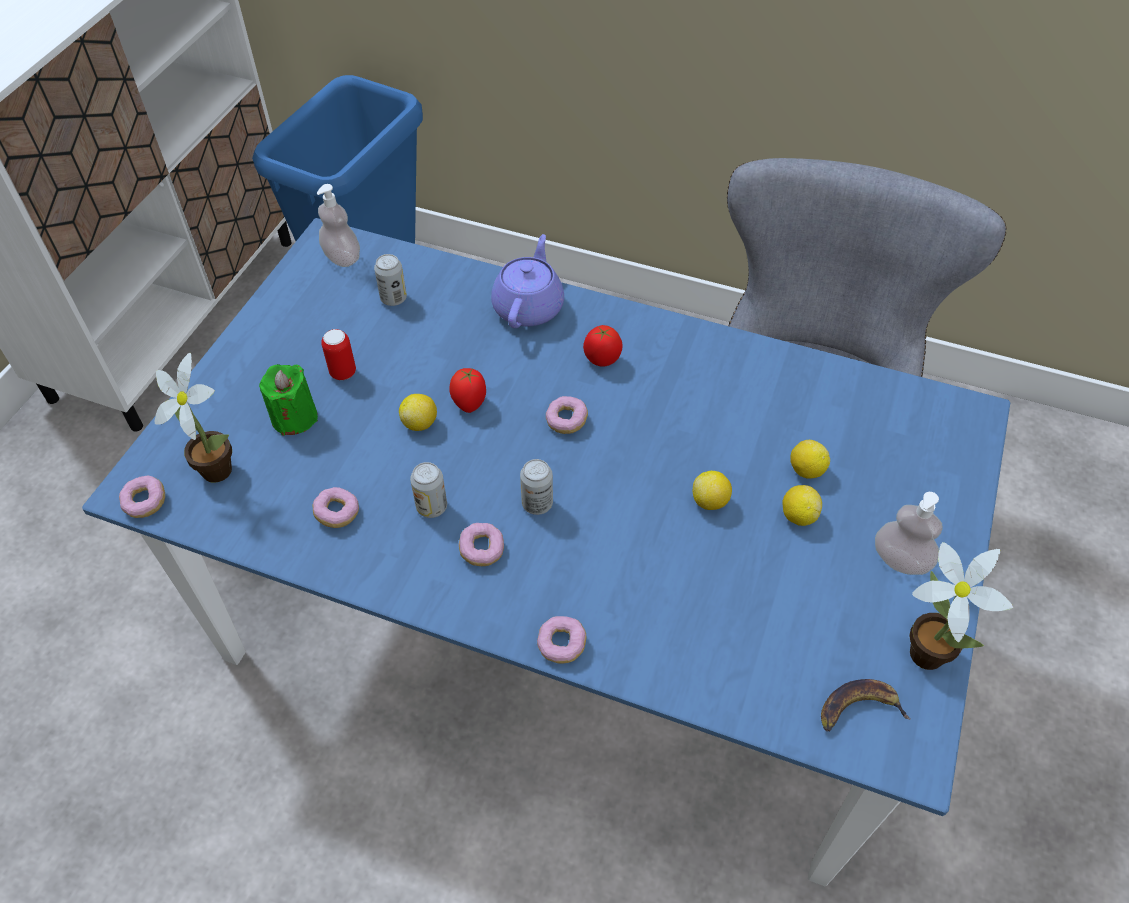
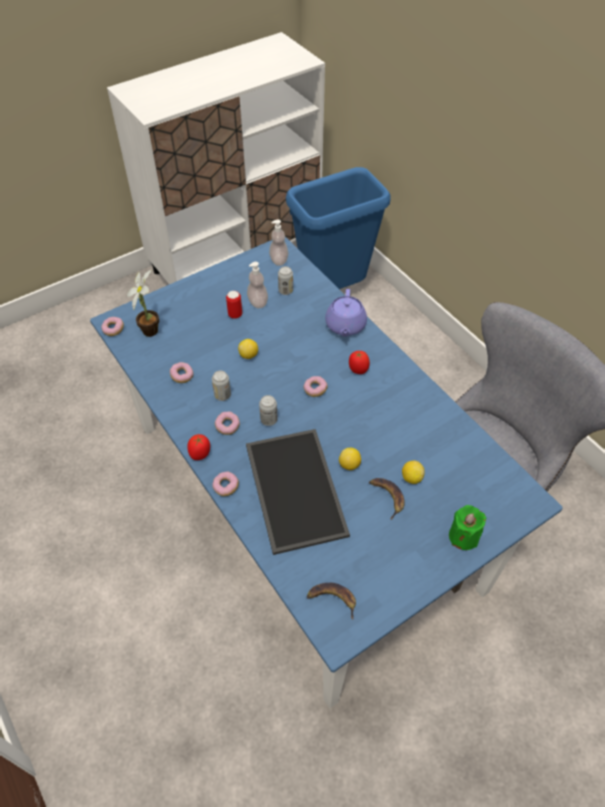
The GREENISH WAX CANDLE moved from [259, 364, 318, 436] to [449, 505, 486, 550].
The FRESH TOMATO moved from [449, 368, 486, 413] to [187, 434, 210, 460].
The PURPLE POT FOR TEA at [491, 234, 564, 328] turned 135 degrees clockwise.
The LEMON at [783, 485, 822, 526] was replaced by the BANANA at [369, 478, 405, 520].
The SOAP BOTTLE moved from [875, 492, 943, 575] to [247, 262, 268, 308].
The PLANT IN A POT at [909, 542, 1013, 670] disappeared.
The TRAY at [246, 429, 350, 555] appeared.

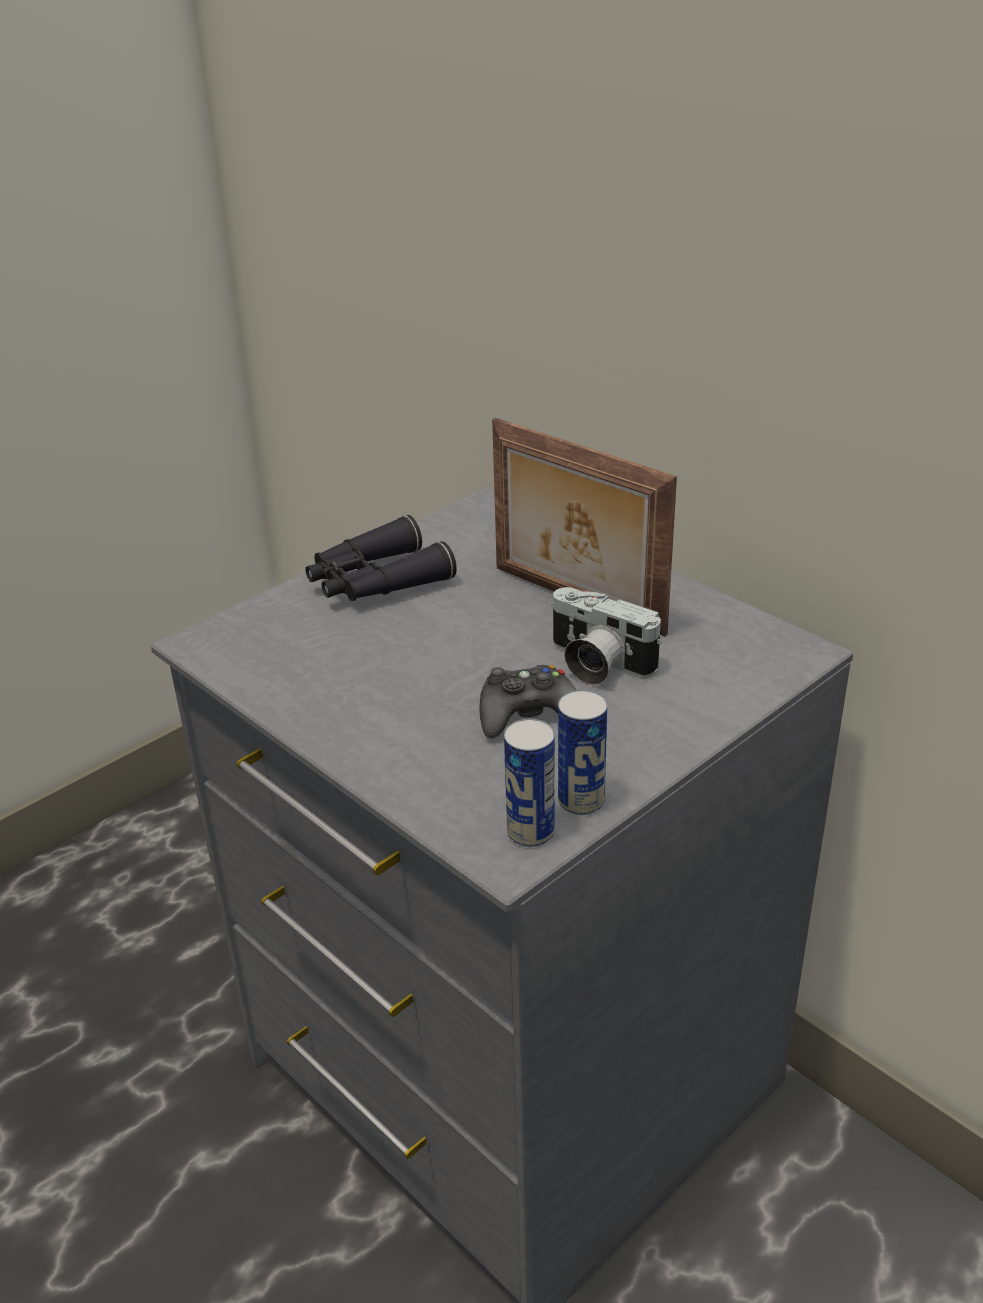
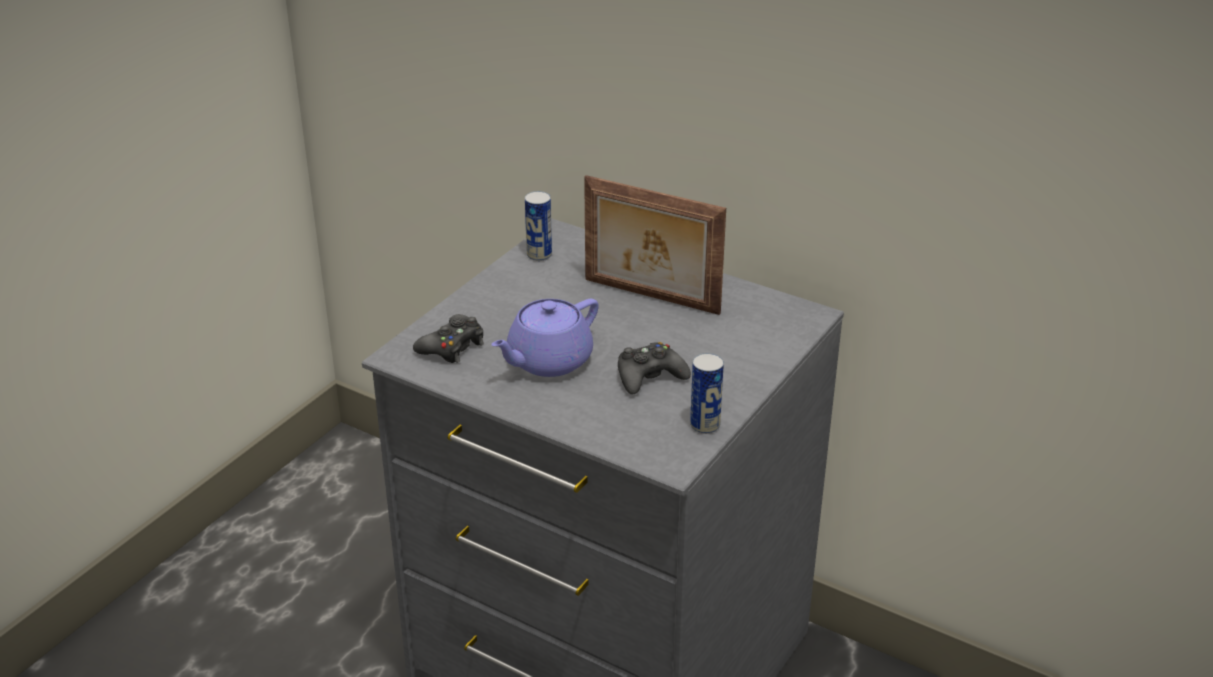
The BLACKISH PAIR OF BINOCULARS at [305, 515, 457, 601] disappeared.
The SEALED CAN moved from [504, 719, 555, 847] to [525, 191, 552, 261].
The PHOTO CAMERA at [551, 587, 662, 685] disappeared.
The BLACKISH GAMEPAD at [413, 314, 484, 363] appeared.
The PURPLE POT FOR TEA at [491, 299, 599, 377] appeared.

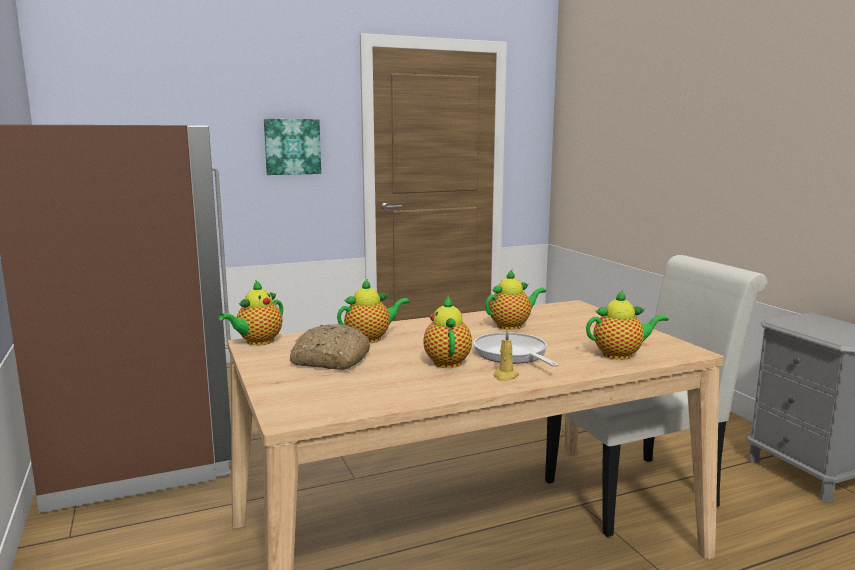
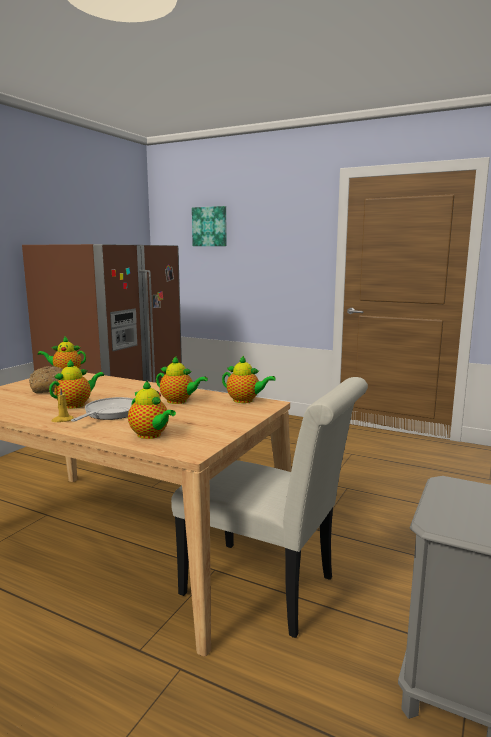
The PICTURE moved from [264, 119, 321, 175] to [192, 206, 227, 246].
The POT FOR TEA moved from [337, 279, 409, 343] to [222, 356, 276, 403].

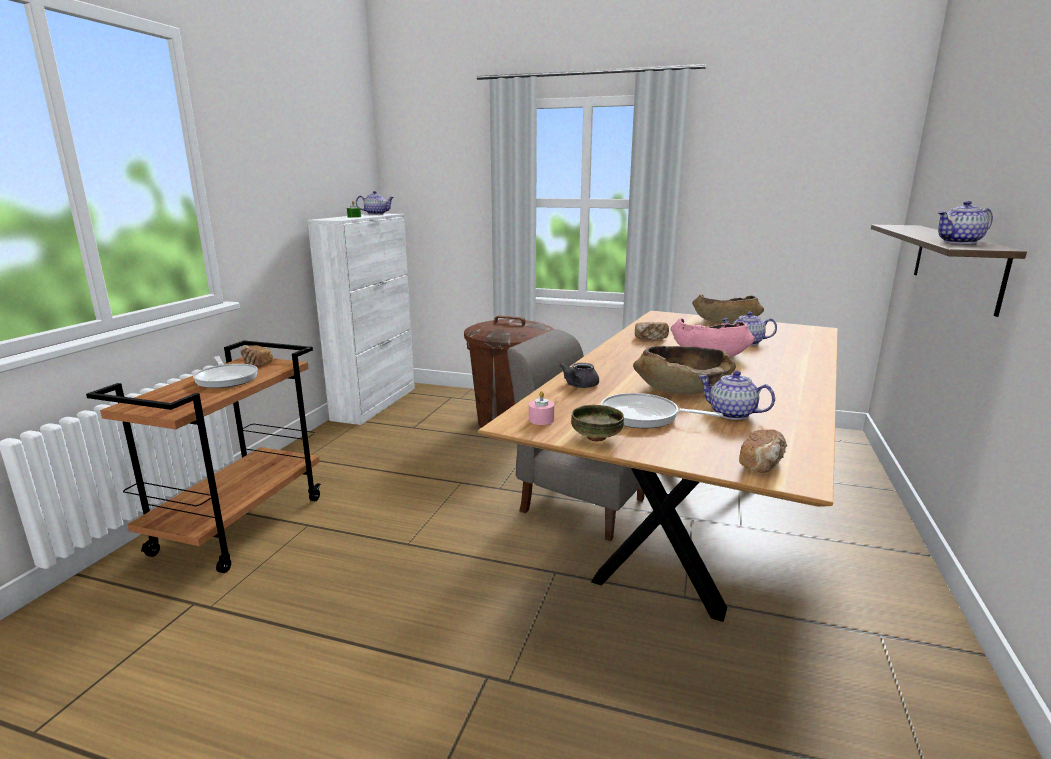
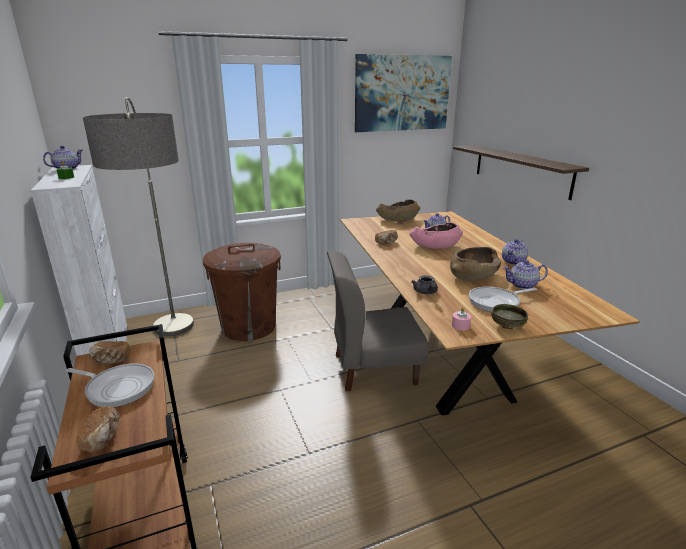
The BAKERY BREAD moved from [739, 429, 788, 473] to [77, 406, 120, 452].
The POT FOR TEA moved from [937, 201, 993, 244] to [502, 239, 528, 265].
The STANDARD LAMP at [83, 97, 194, 336] appeared.
The PICTURE at [355, 54, 452, 132] appeared.

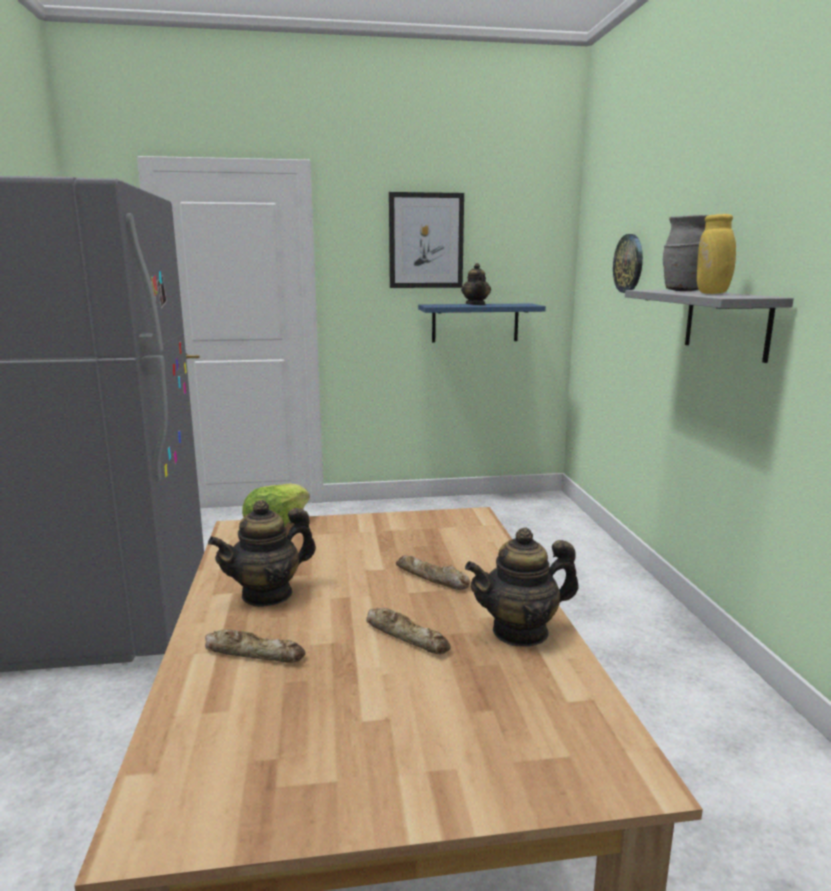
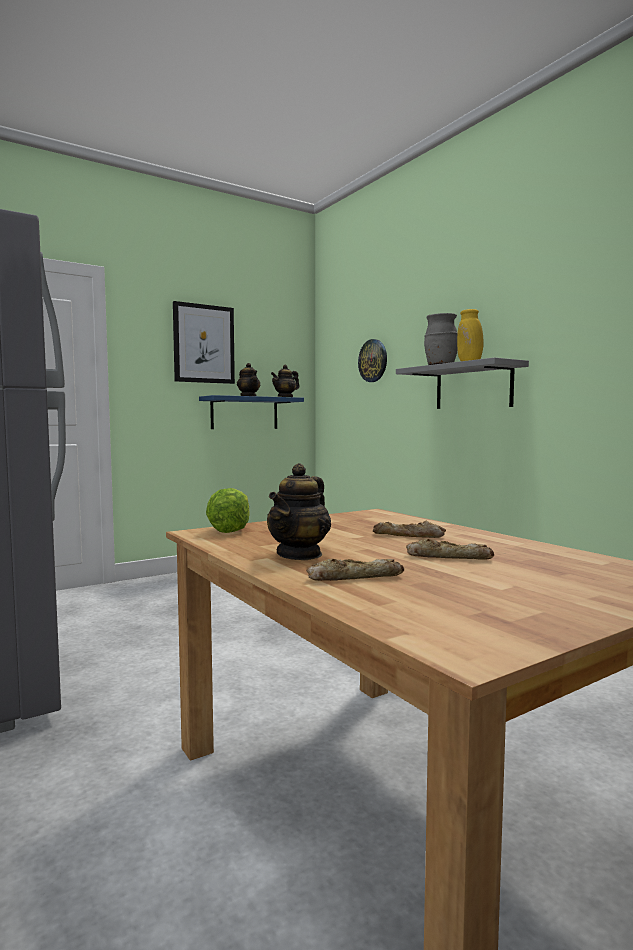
The POT FOR TEA moved from [465, 527, 579, 647] to [271, 365, 300, 397].

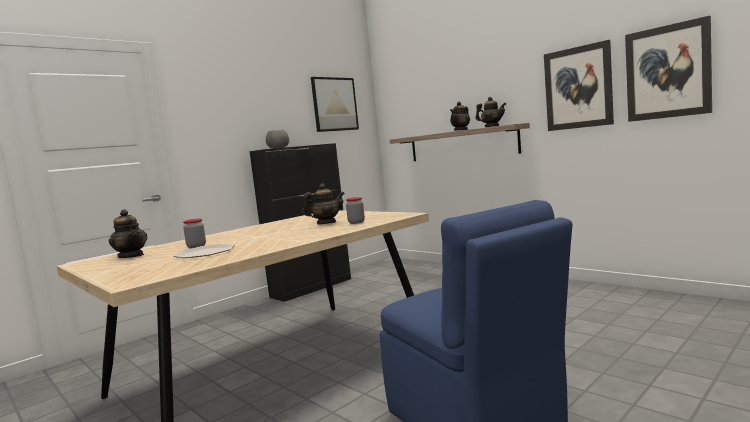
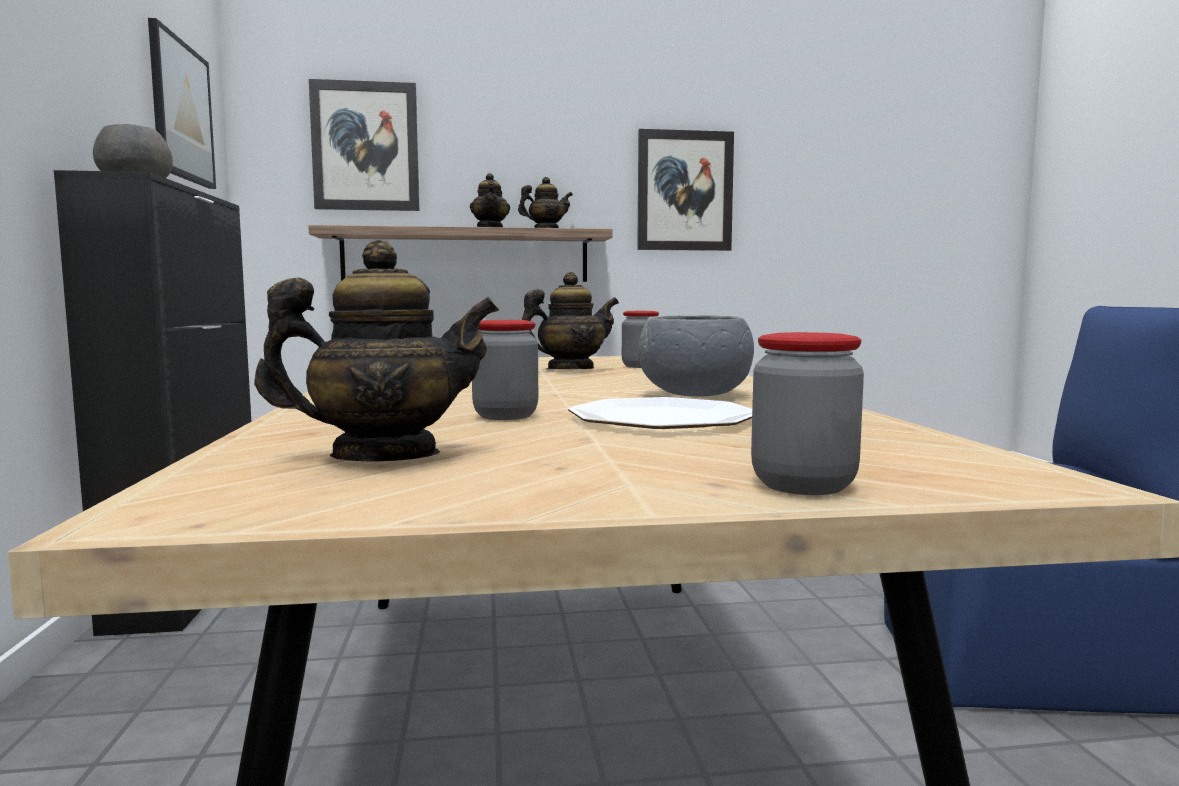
The POT FOR TEA at [302, 183, 345, 224] turned 45 degrees clockwise.
The PICTURE moved from [625, 16, 712, 122] to [309, 79, 420, 211].
The GREY DEEP DISH at [638, 315, 754, 397] appeared.
The STORAGE JAR at [751, 332, 864, 495] appeared.

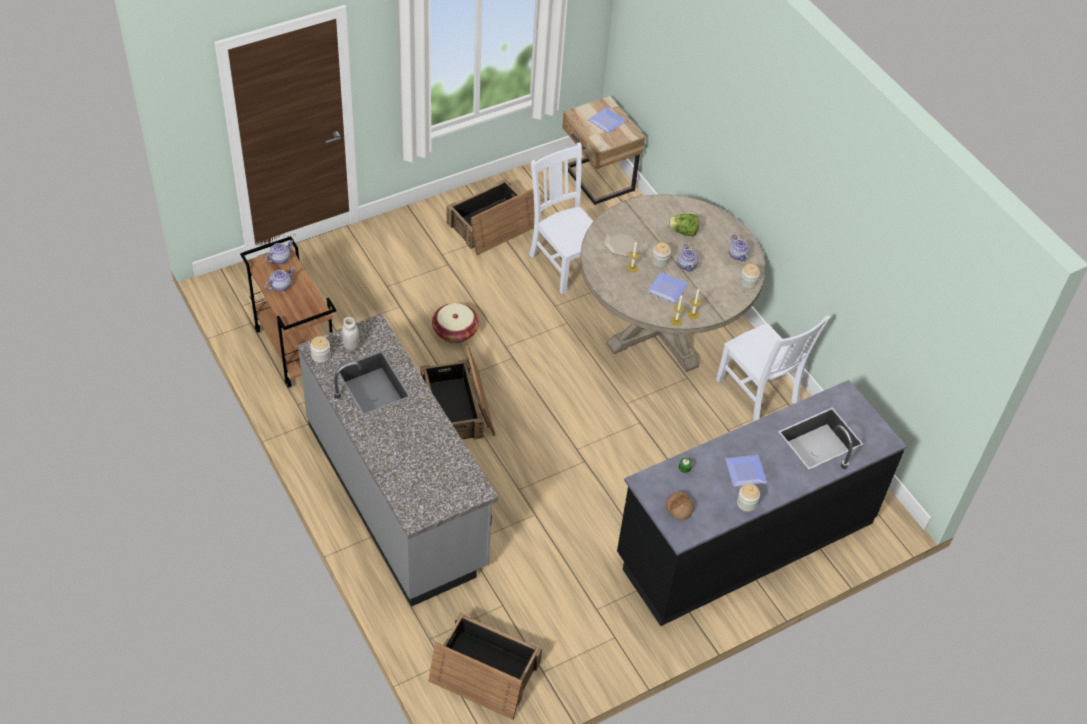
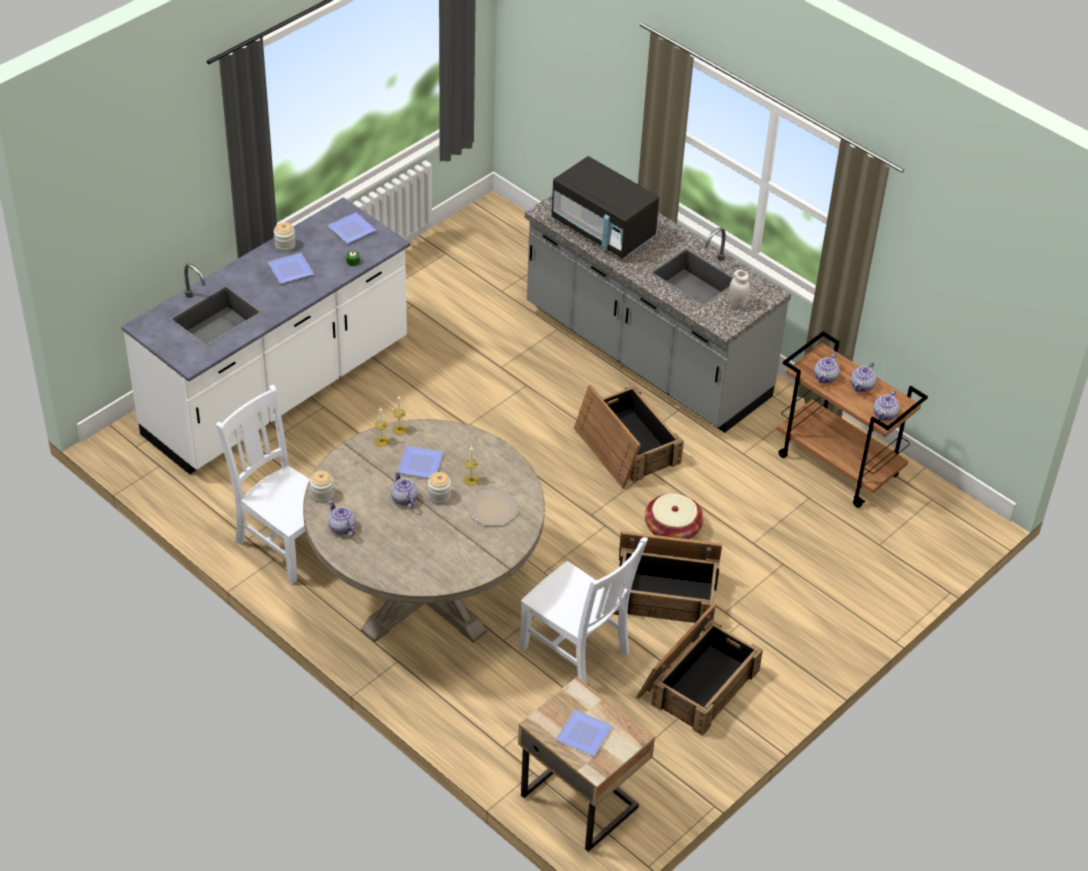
The STORAGE JAR at [310, 336, 331, 363] disappeared.
The CRATE moved from [428, 612, 542, 720] to [613, 531, 722, 625].
The BLACKISH KITCHEN BASE UNIT at [617, 380, 907, 626] became the WHITE KITCHEN BASE UNIT at [122, 197, 410, 475].
The BAKERY BREAD at [666, 491, 694, 520] was replaced by the PLATE at [328, 212, 376, 244].
The HEAD OF LETTUCE at [668, 214, 699, 237] disappeared.
The BLACKISH MICROWAVE OVEN at [552, 156, 659, 259] appeared.
The POT FOR TEA at [814, 353, 839, 383] appeared.

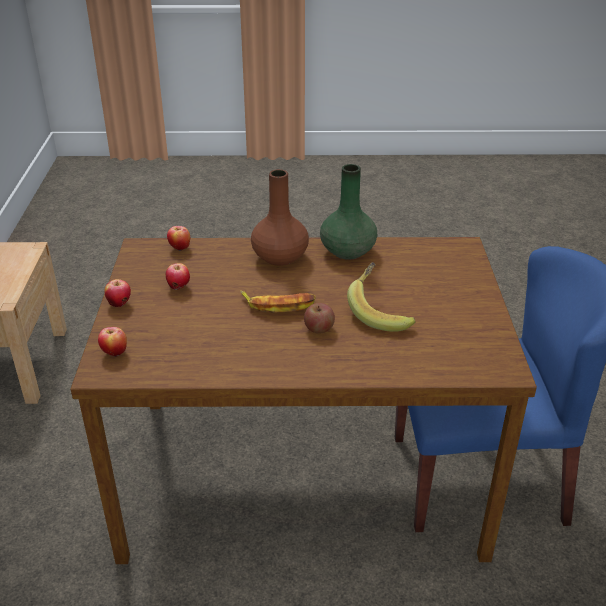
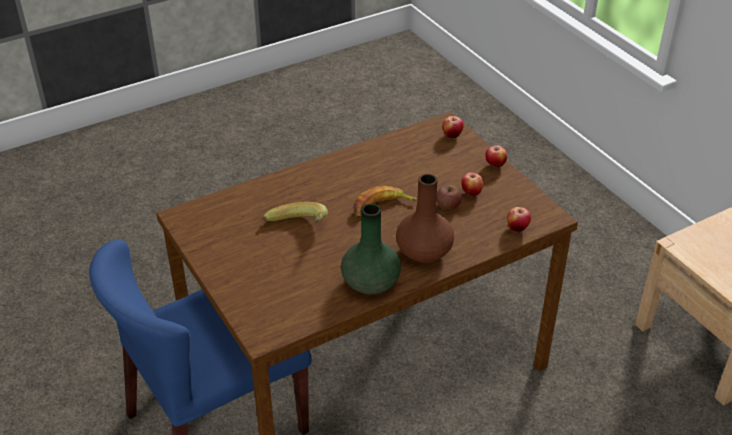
The APPLE FRUIT moved from [304, 303, 335, 334] to [436, 185, 462, 210].

